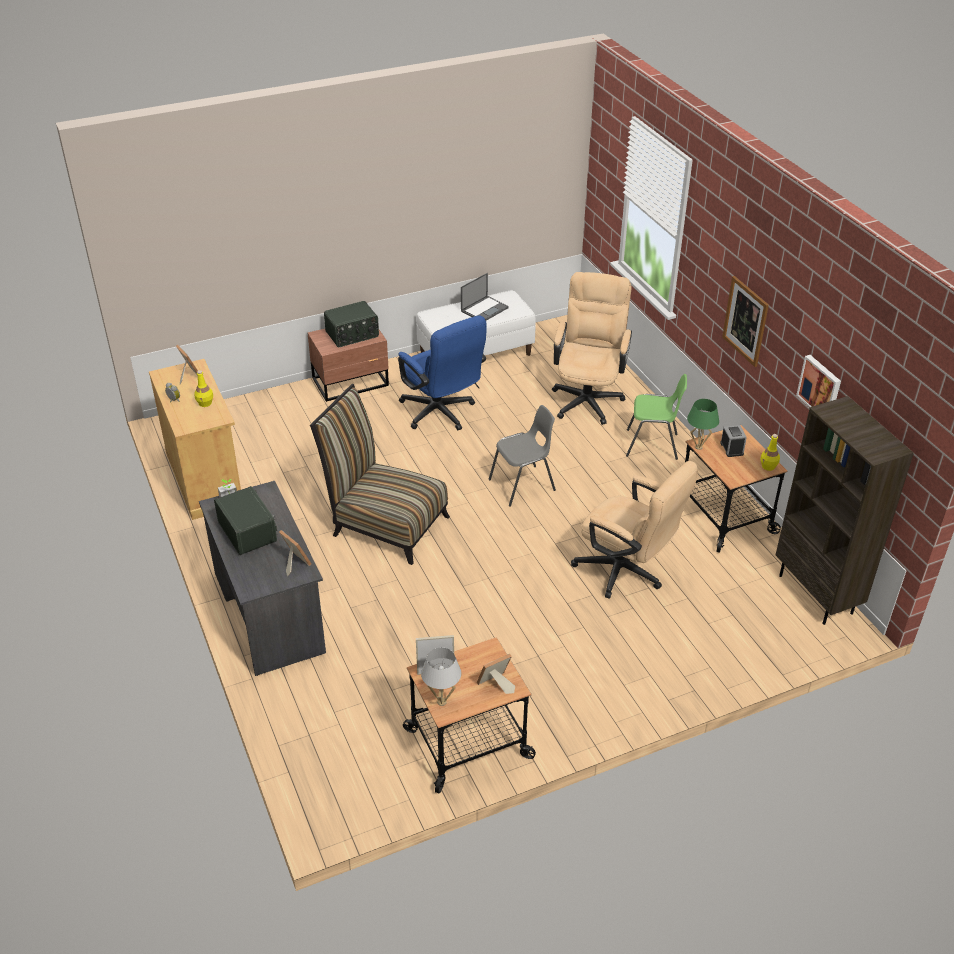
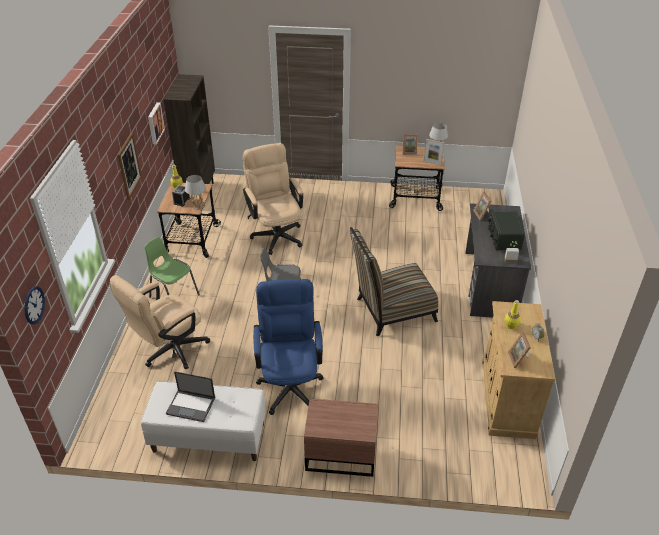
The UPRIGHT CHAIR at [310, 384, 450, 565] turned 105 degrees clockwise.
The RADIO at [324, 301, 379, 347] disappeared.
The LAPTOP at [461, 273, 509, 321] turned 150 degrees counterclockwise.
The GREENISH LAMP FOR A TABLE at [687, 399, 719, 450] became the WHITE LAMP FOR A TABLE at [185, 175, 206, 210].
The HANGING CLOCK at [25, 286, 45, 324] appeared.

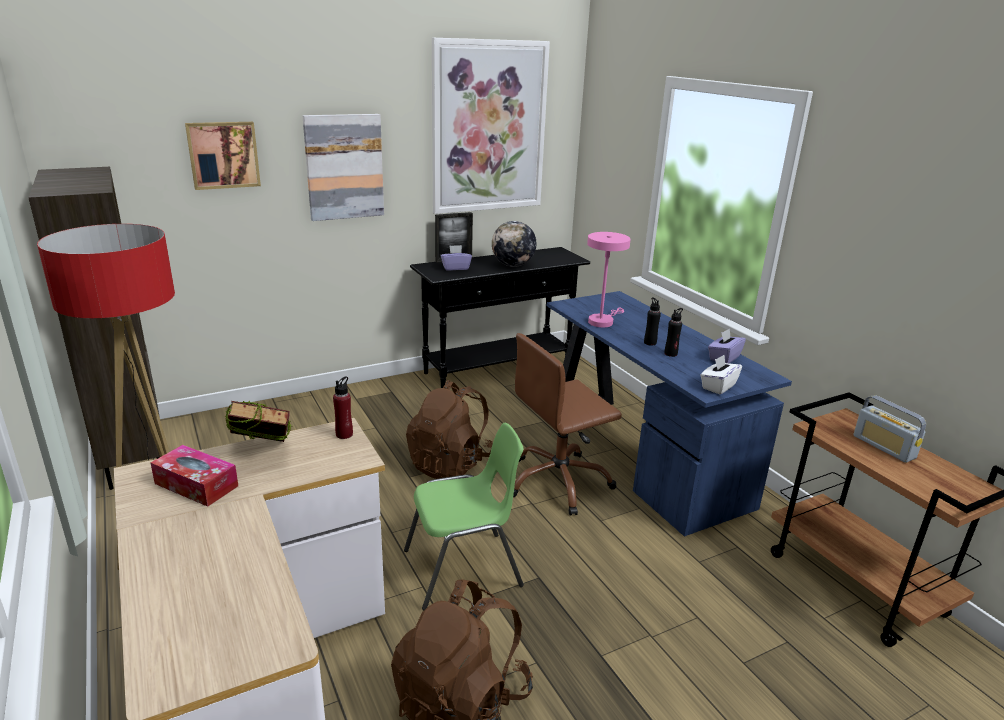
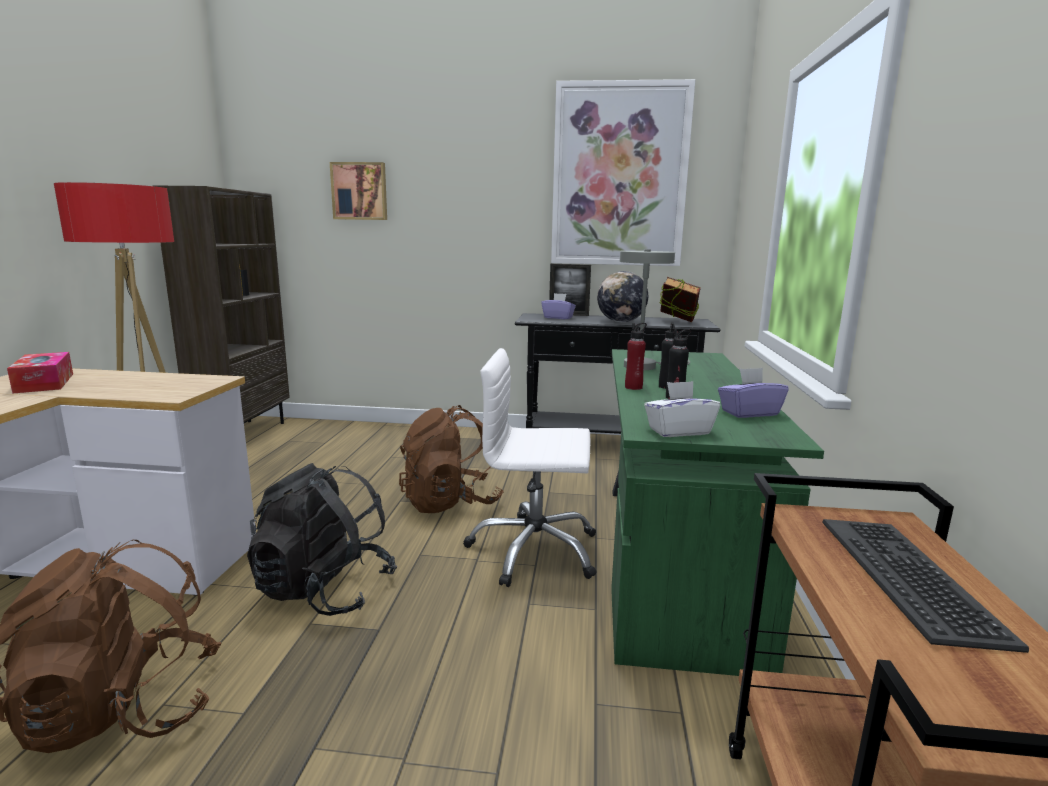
The VOLUME moved from [225, 401, 292, 442] to [660, 277, 701, 322].
The PICTURE at [303, 114, 384, 221] disappeared.
The REDDISH BEVERAGE BOTTLE moved from [333, 377, 353, 439] to [625, 323, 647, 390].
The GREENISH UPRIGHT CHAIR at [404, 423, 524, 610] was replaced by the BLACKISH BACKPACK at [247, 463, 397, 616].
The BROWN COMPUTER CHAIR at [513, 333, 622, 516] became the WHITE COMPUTER CHAIR at [463, 348, 597, 587].
The BLUE DESK UNIT at [547, 291, 792, 537] became the GREENISH DESK UNIT at [611, 349, 824, 676].
The PINKISH LAMP FOR A TABLE at [587, 232, 631, 328] became the GREY LAMP FOR A TABLE at [620, 249, 690, 370].
The RADIO at [853, 395, 926, 463] was replaced by the PC KEYBOARD at [823, 519, 1029, 653].

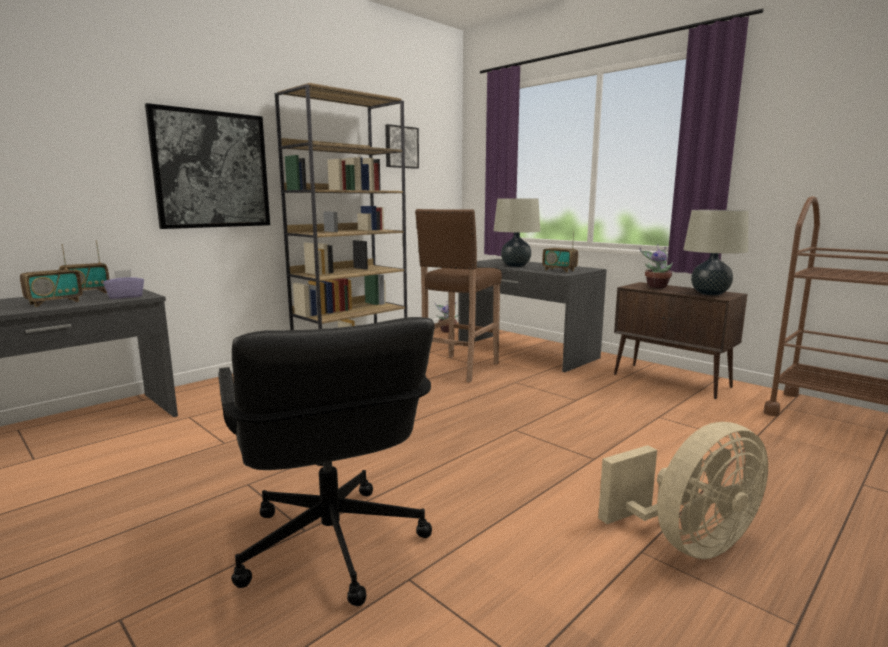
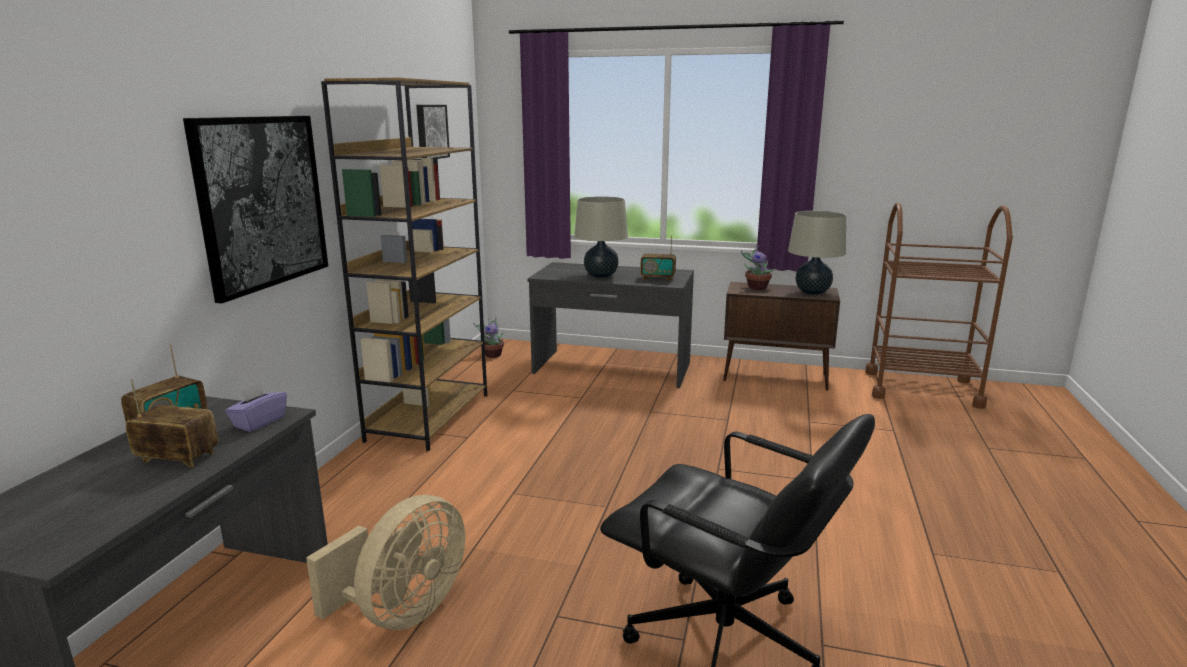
The RADIO at [20, 244, 83, 307] turned 90 degrees counterclockwise.
The BROWN STOOL SEAT at [415, 209, 502, 382] disappeared.
The BEIGE ELECTRIC FAN moved from [598, 422, 768, 559] to [306, 495, 465, 630].

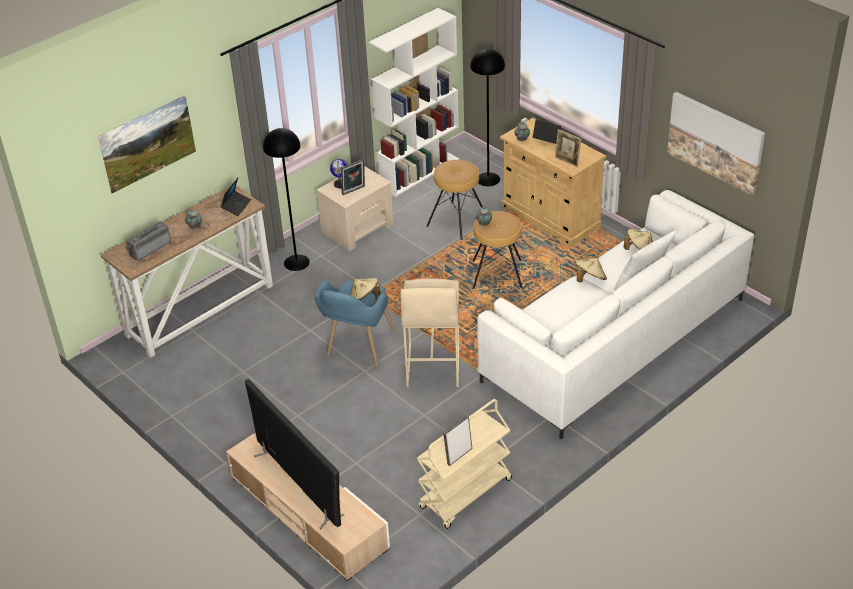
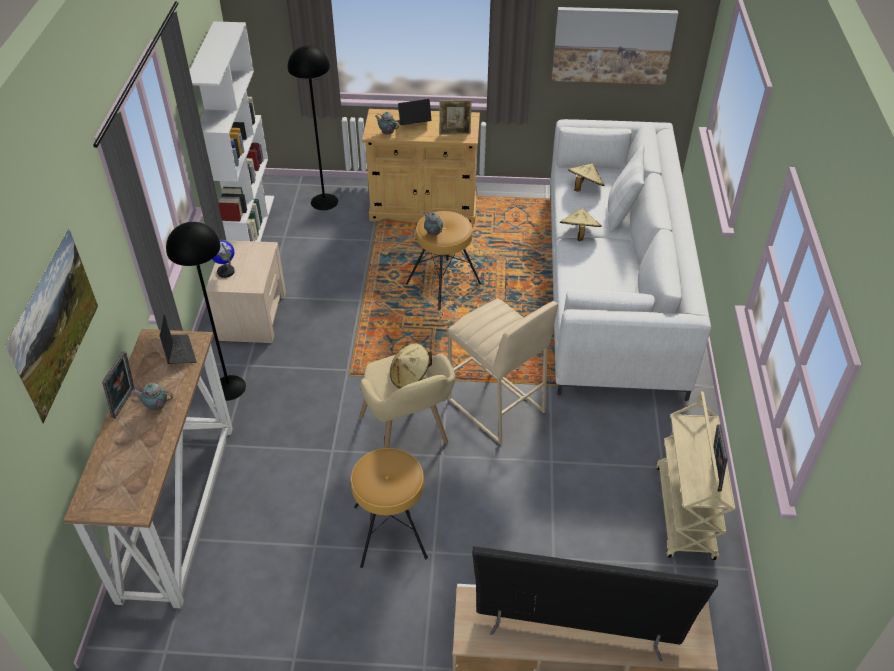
The RADIO at [126, 221, 171, 261] disappeared.
The BLUE ARMCHAIR at [315, 280, 396, 367] became the BEIGE ARMCHAIR at [359, 353, 455, 448].
The PICTURE FRAME moved from [341, 159, 365, 195] to [102, 351, 134, 419].
The BROWN STOOL SEAT moved from [426, 160, 483, 240] to [351, 448, 428, 568].

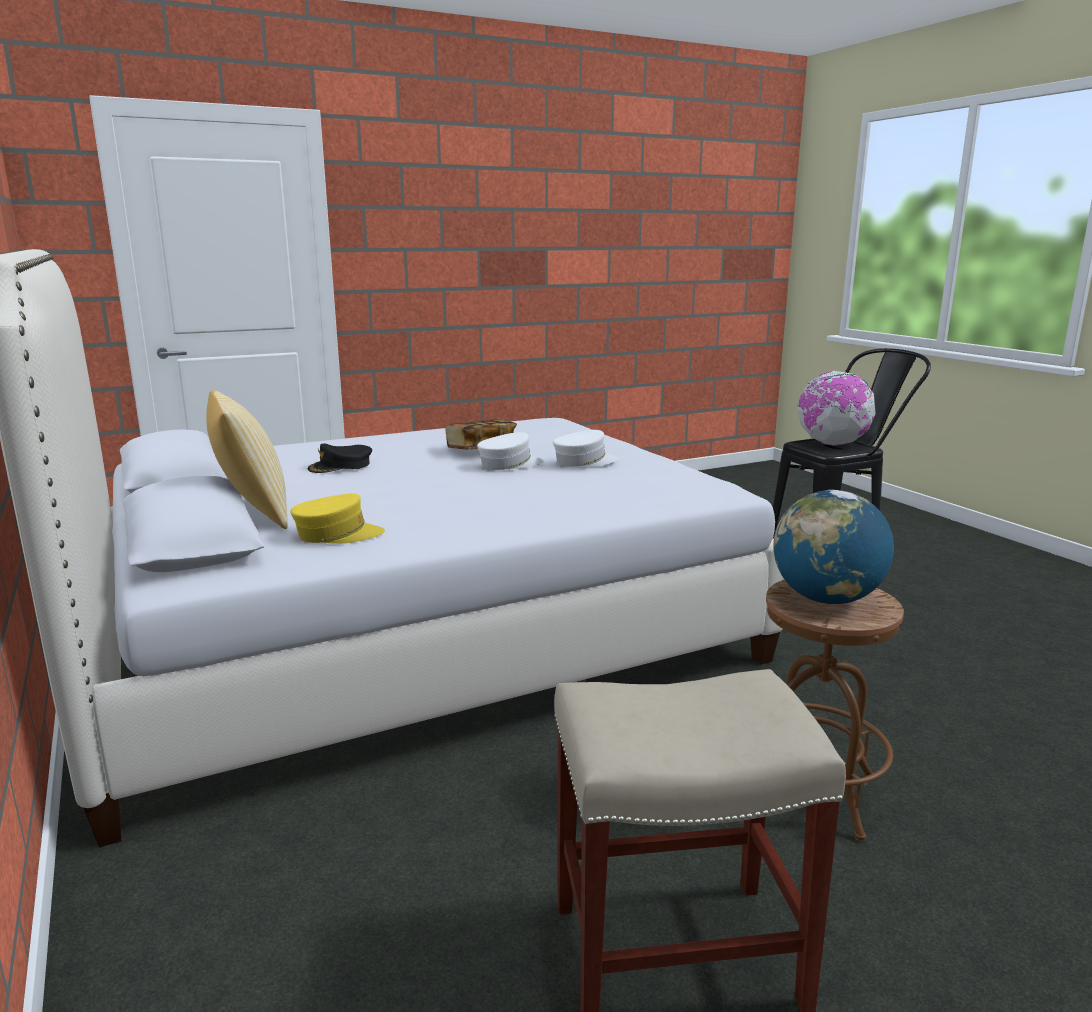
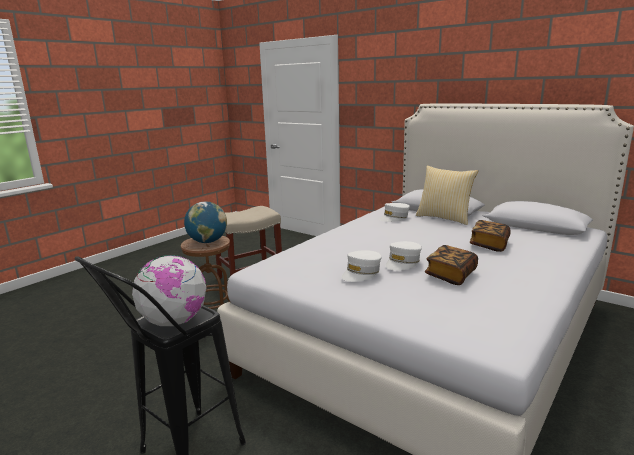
The YELLOWISH PEAKED CAP at [290, 494, 385, 544] became the WHITE PEAKED CAP at [379, 203, 410, 222].
The BLACKISH PEAKED CAP at [307, 444, 372, 473] was replaced by the VOLUME at [470, 220, 511, 252].

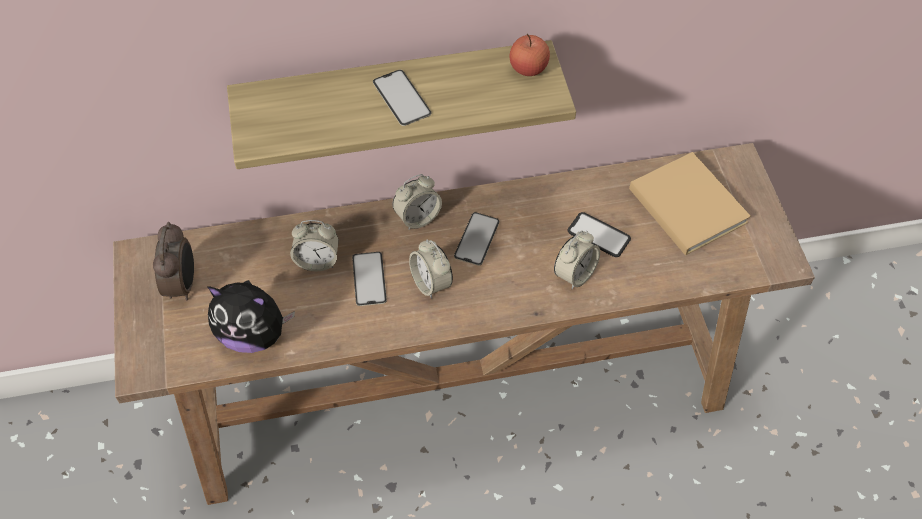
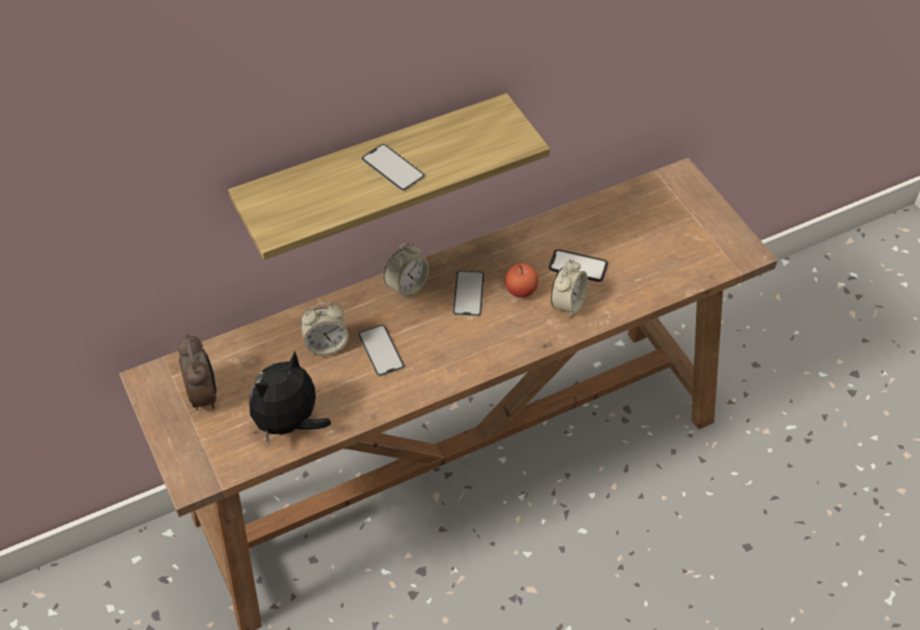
The CUDDLY TOY at [207, 280, 295, 353] turned 135 degrees clockwise.
The TABLE CLOCK at [409, 239, 453, 299] disappeared.
The APPLE FRUIT moved from [509, 34, 550, 76] to [505, 264, 538, 298].
The BEIGE VOLUME at [629, 152, 751, 256] disappeared.

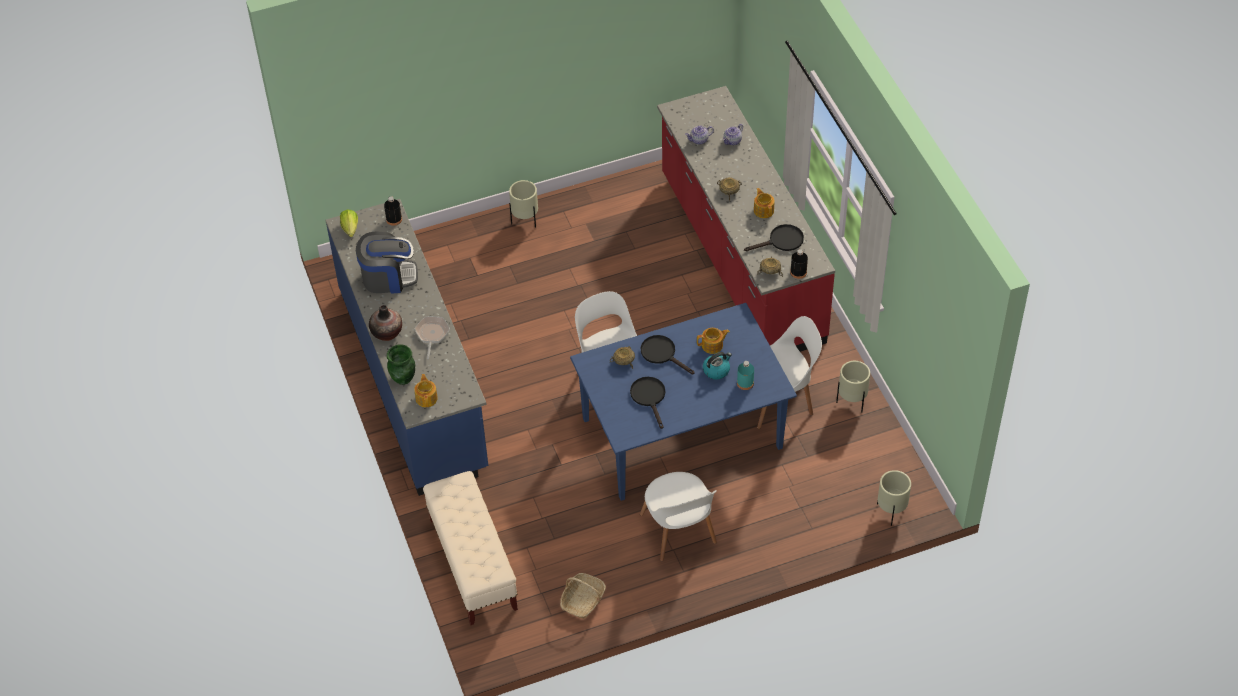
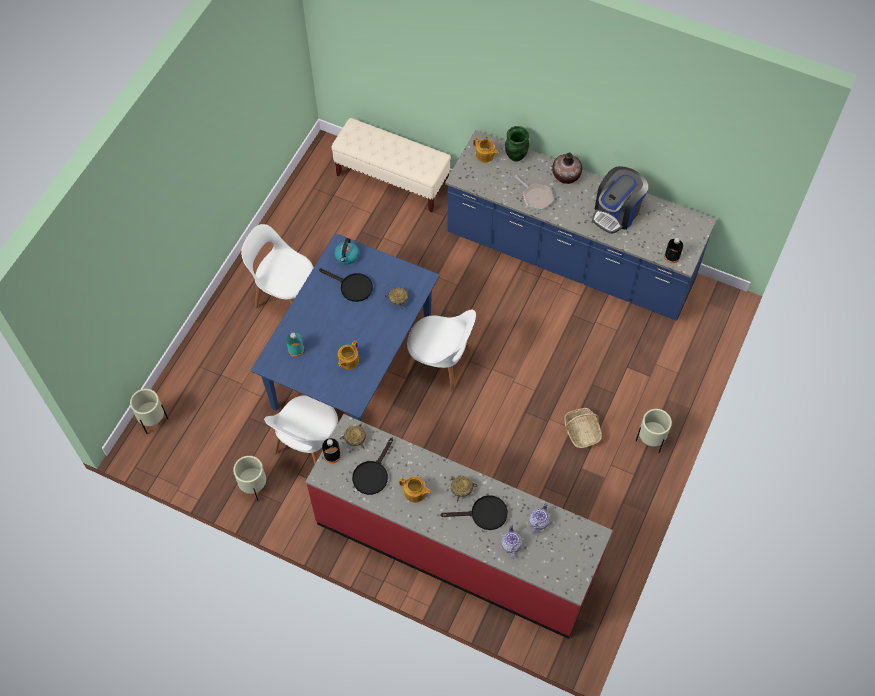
The HEAD OF LETTUCE at [340, 210, 358, 237] disappeared.
The STORAGE BASKET moved from [560, 573, 606, 619] to [564, 408, 602, 448].
The BLACKISH PAN moved from [641, 335, 694, 374] to [440, 495, 508, 530].
The WATER KETTLE moved from [703, 352, 732, 379] to [334, 238, 359, 264].

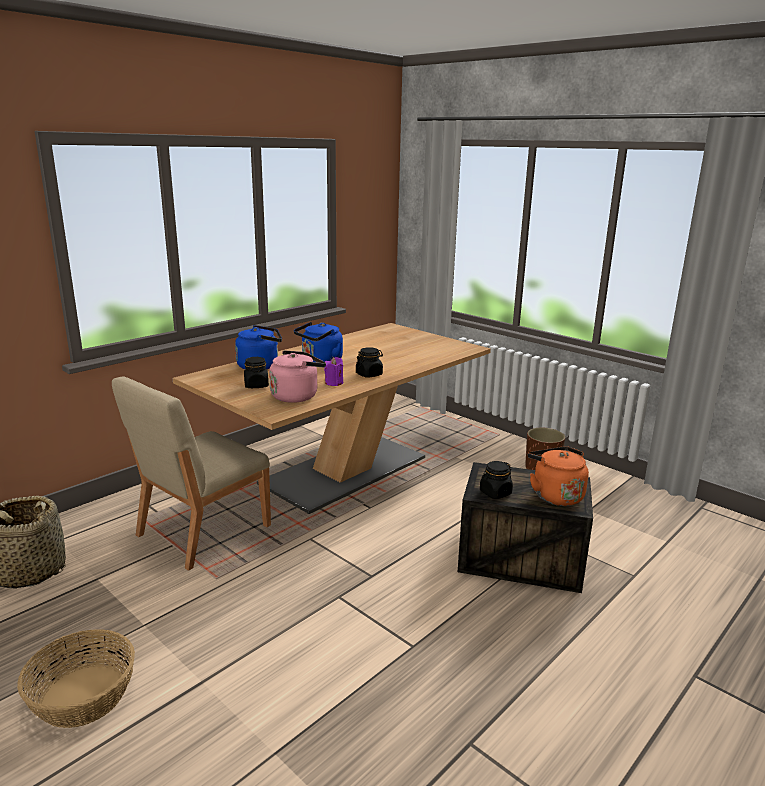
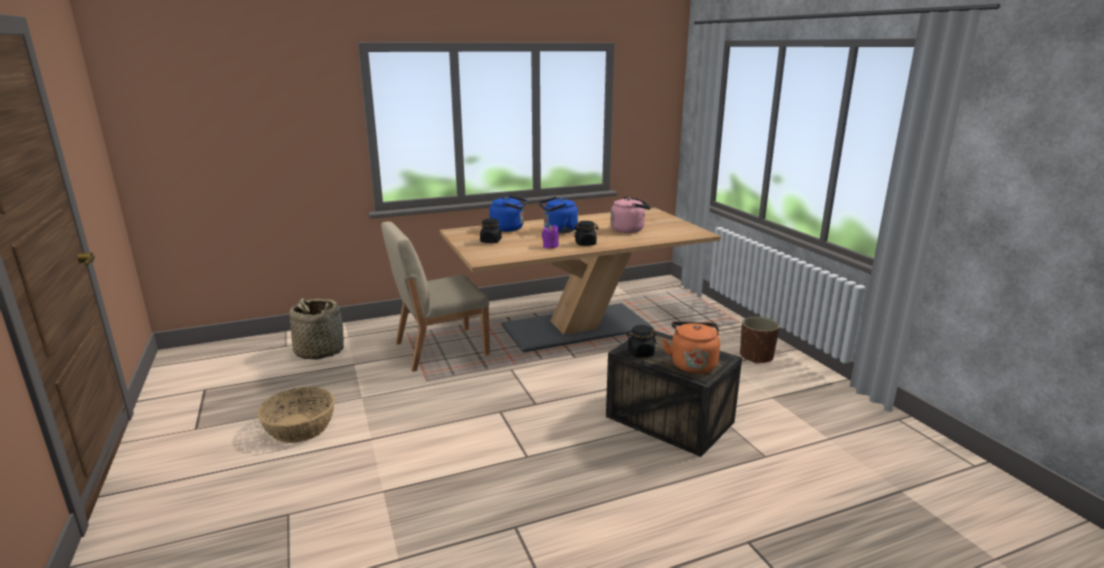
The PINKISH WATER KETTLE moved from [269, 350, 326, 403] to [610, 196, 651, 233].

